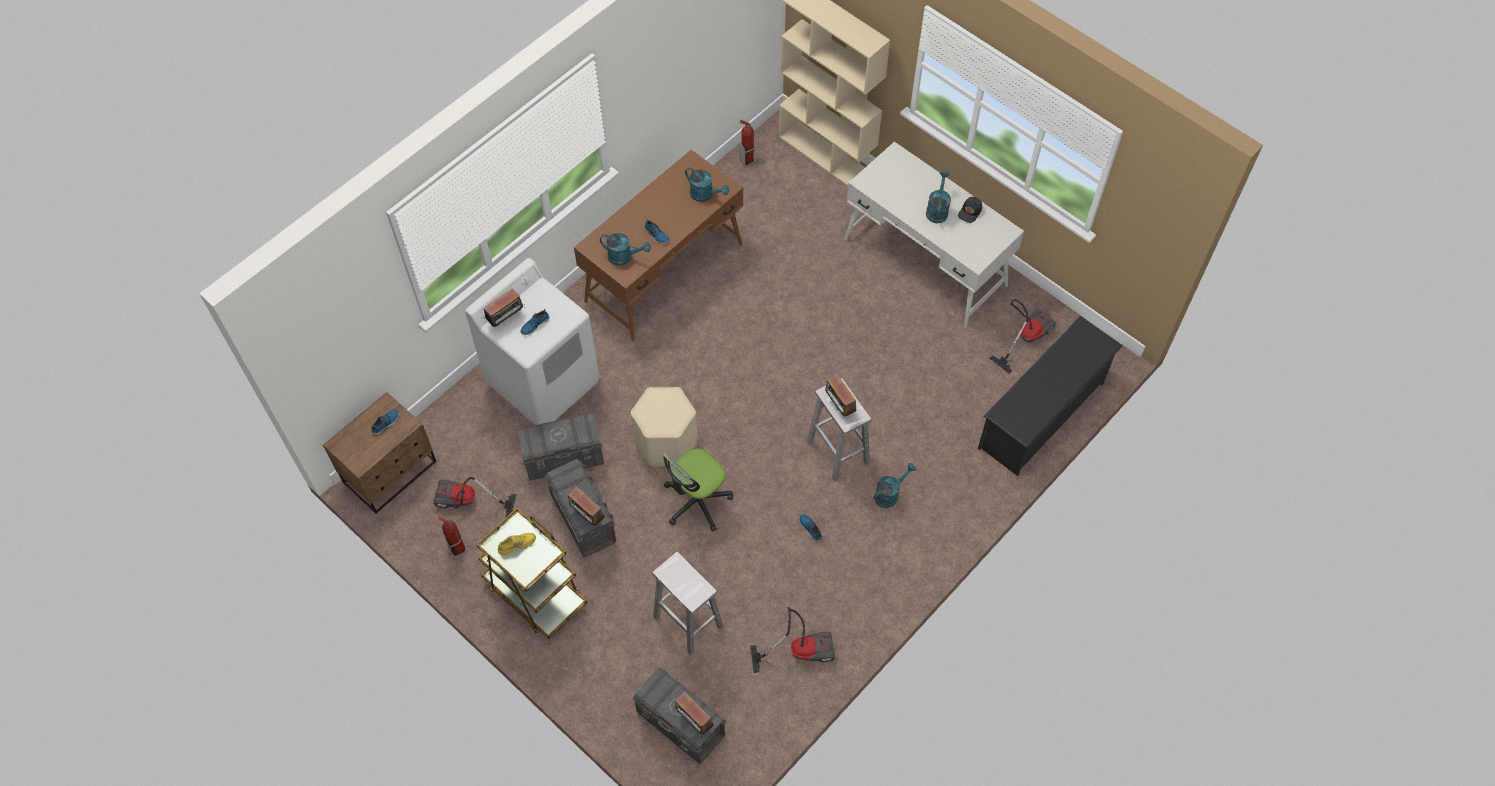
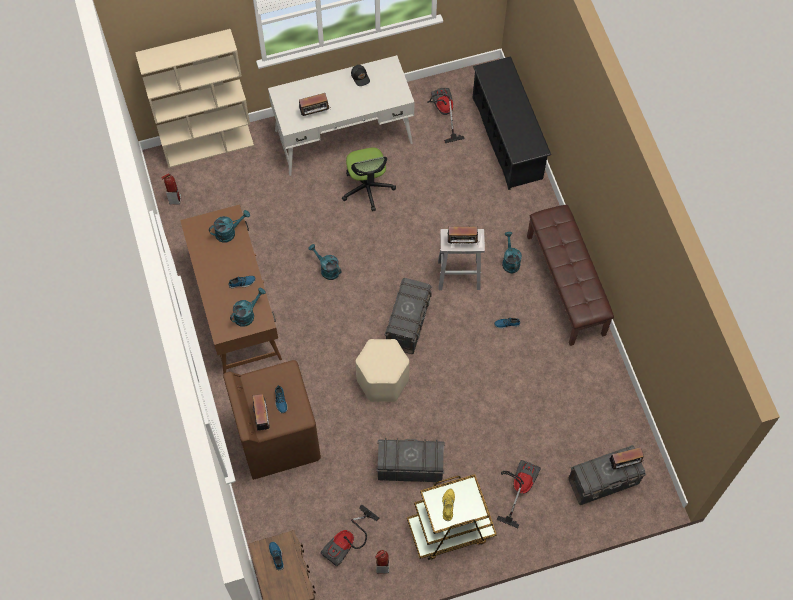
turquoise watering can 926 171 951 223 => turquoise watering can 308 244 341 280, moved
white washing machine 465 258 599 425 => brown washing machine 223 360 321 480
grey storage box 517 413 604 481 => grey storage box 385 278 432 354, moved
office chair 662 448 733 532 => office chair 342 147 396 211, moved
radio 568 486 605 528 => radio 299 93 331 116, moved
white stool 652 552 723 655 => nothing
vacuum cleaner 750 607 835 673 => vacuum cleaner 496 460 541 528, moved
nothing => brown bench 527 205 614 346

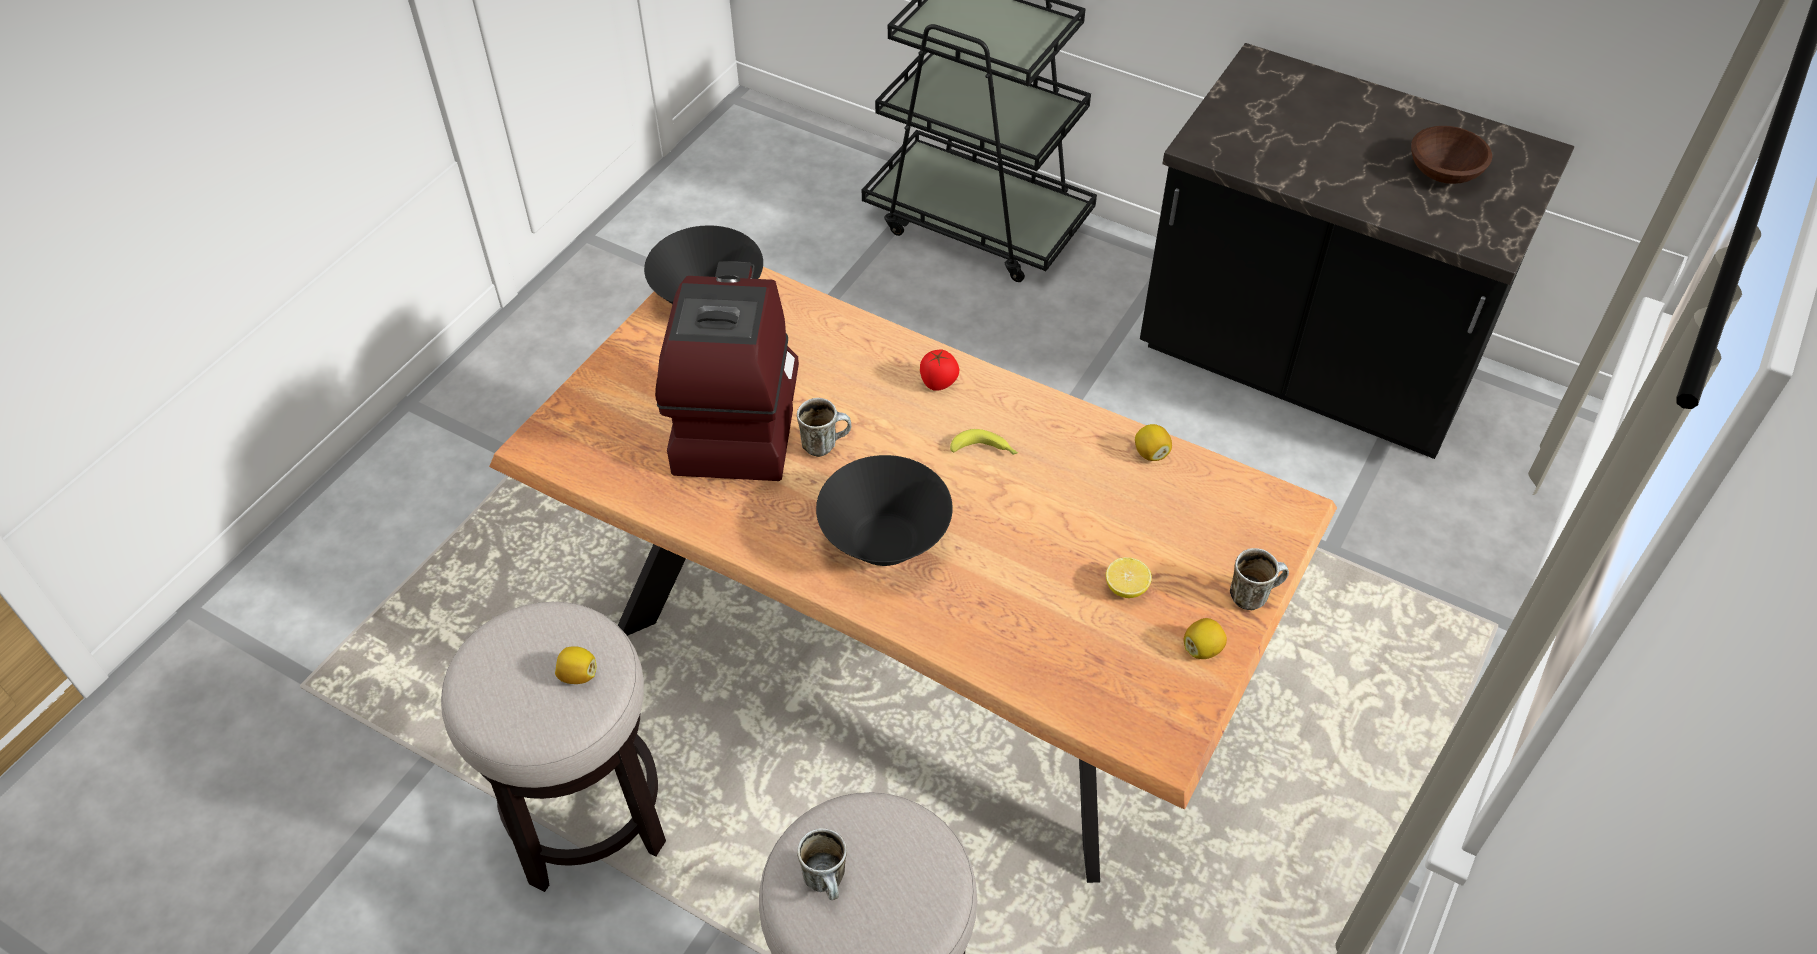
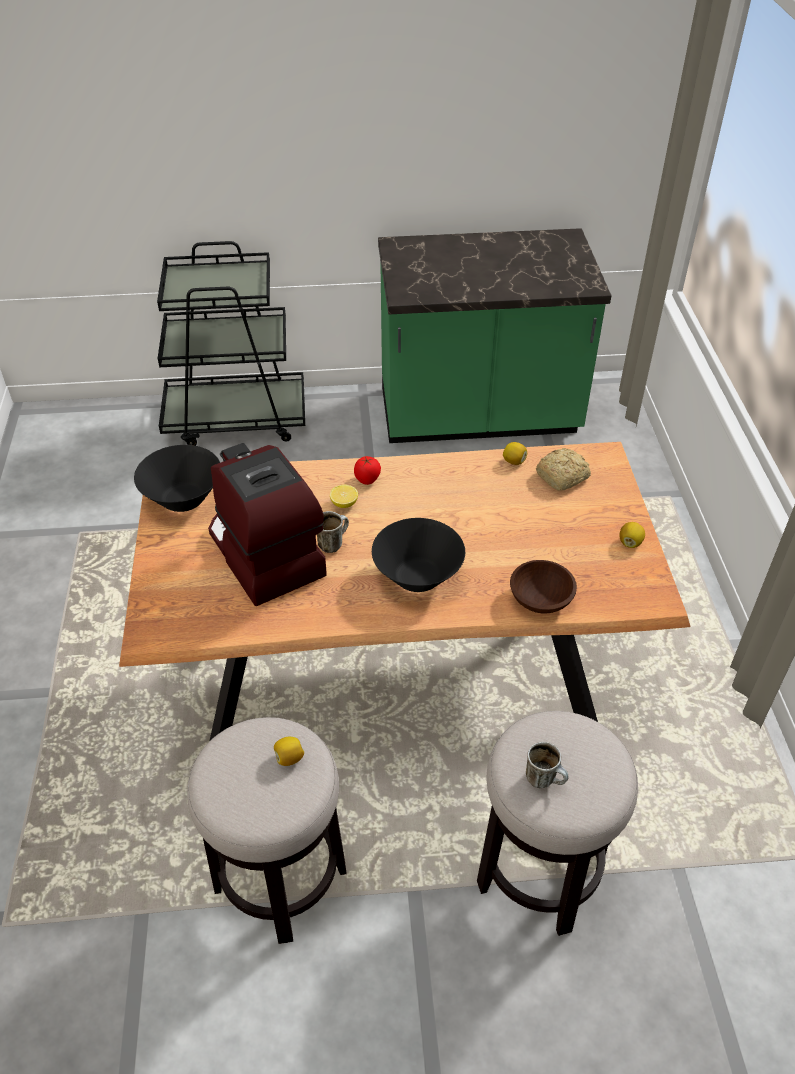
black counter 1140 43 1574 459 => green counter 378 228 611 443
brown bowl 1411 126 1492 184 => brown bowl 510 560 577 614, moved
banana 950 429 1018 455 => nothing
mug 1230 548 1289 610 => nothing
lemon 1106 557 1152 598 => lemon 330 485 358 508, moved
nothing => bread 536 448 591 491

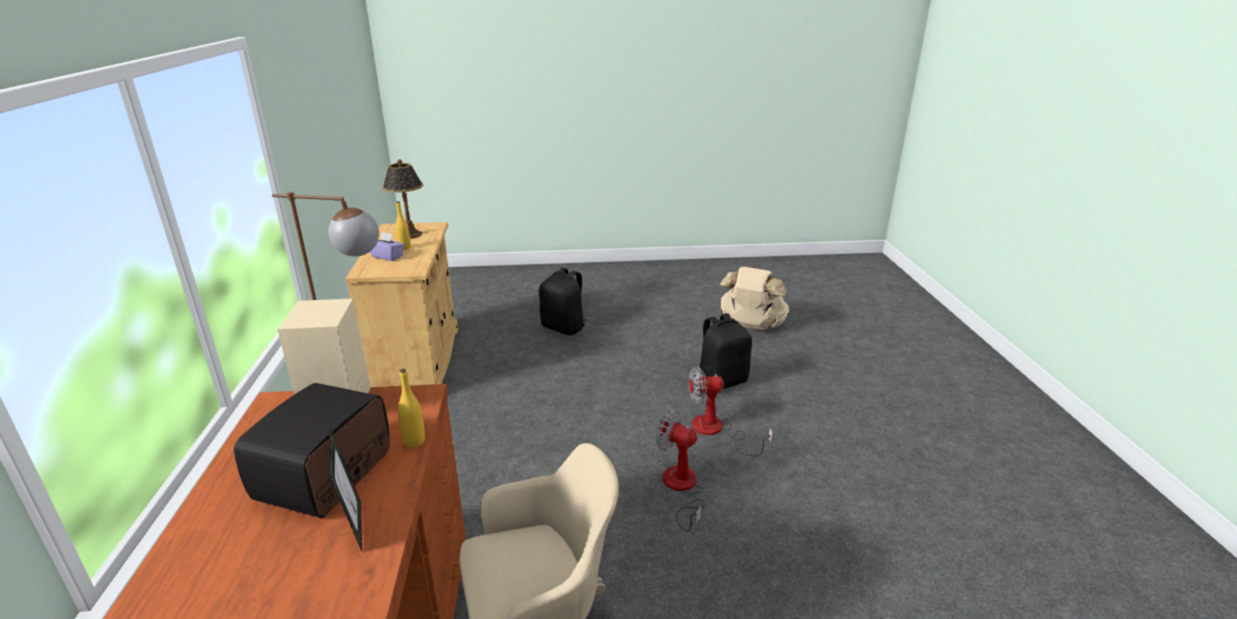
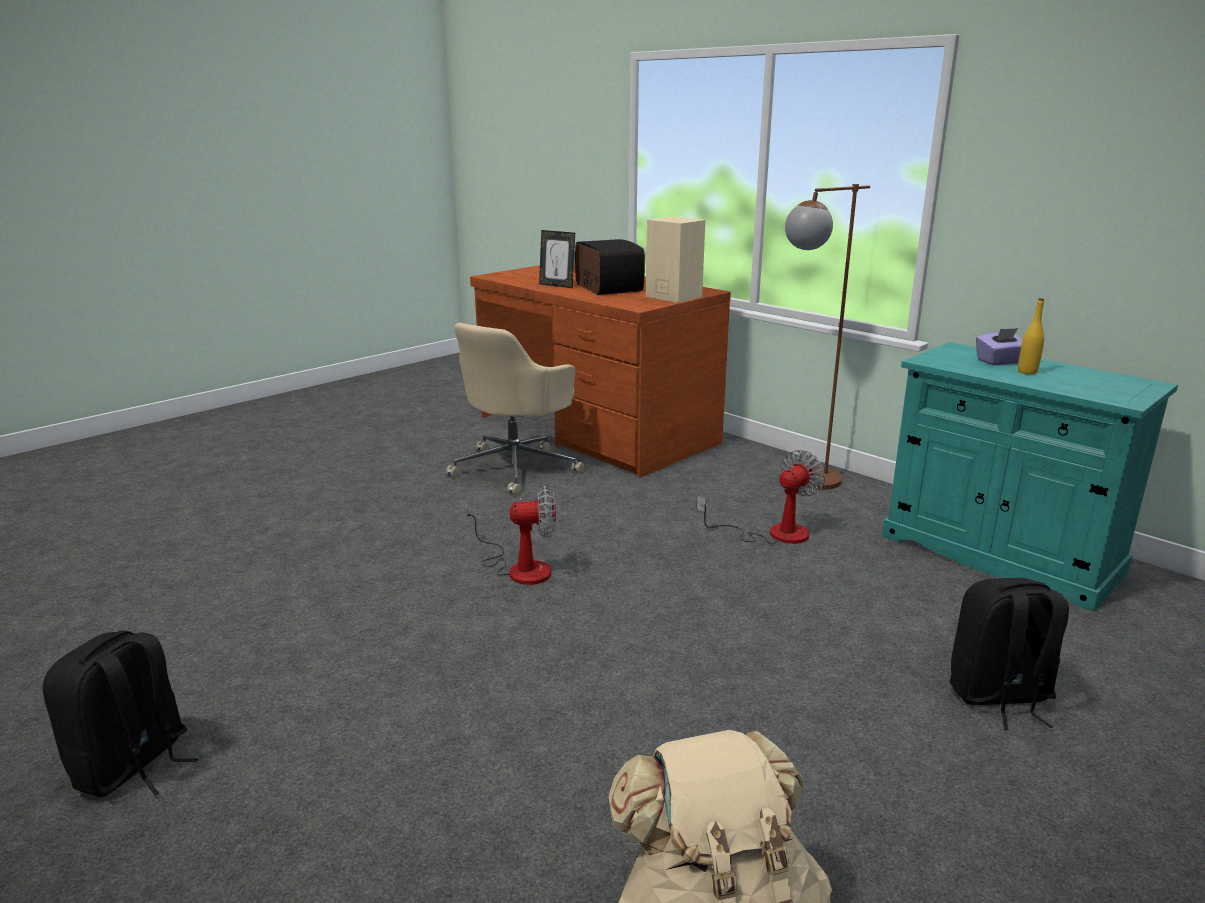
table lamp 382 159 423 239 => nothing
beige cabinet 345 222 458 387 => turquoise cabinet 882 342 1178 612
black backpack 697 313 752 389 => black backpack 43 630 198 797, moved
fan 689 366 773 457 => fan 697 450 825 544, moved
yellow bottle 398 369 425 447 => nothing

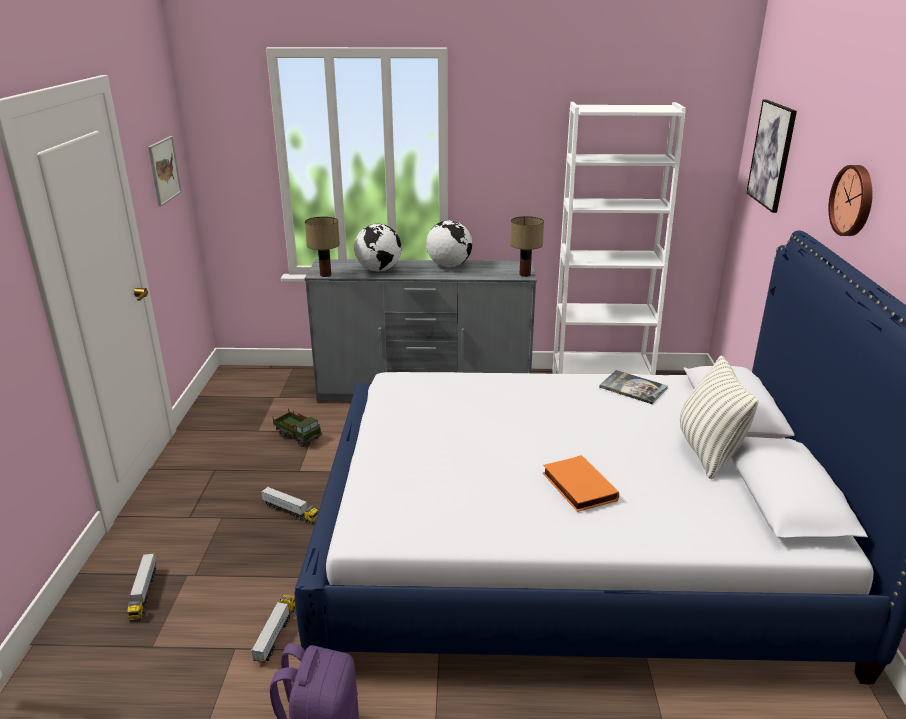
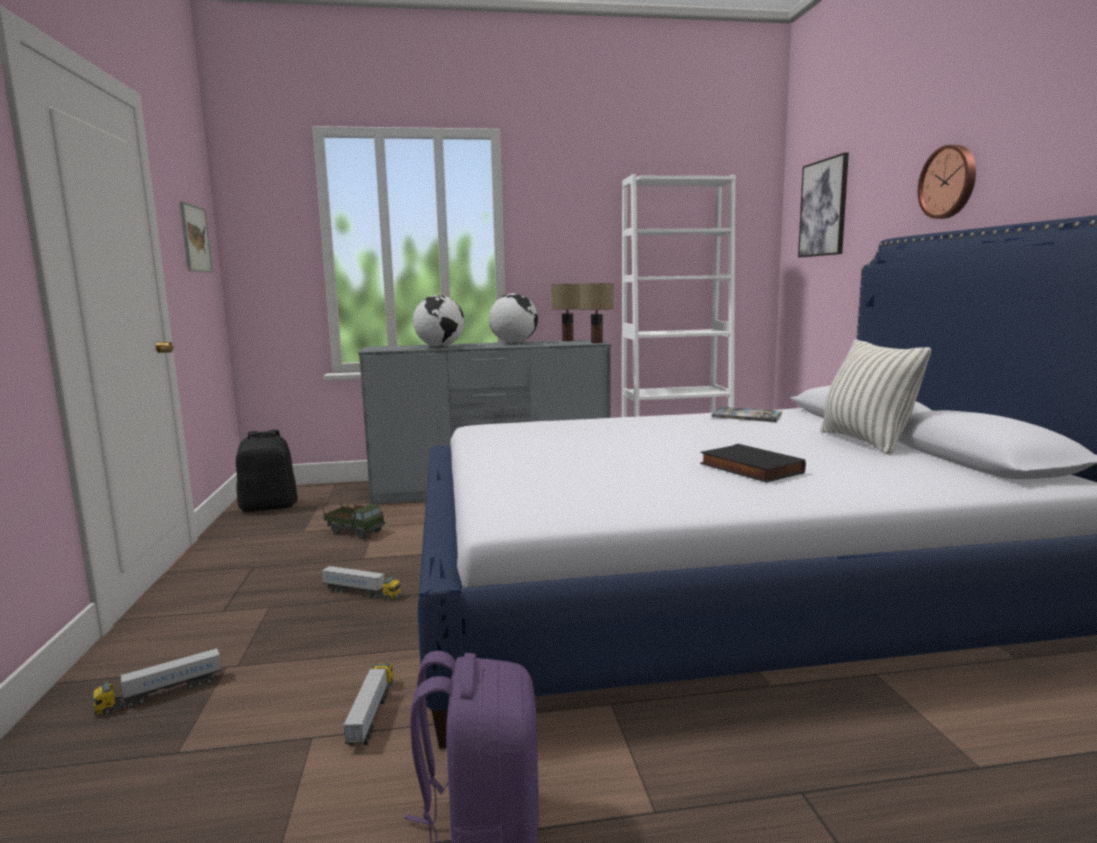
table lamp 305 217 340 277 => table lamp 551 284 580 341, moved
orange book 543 455 619 512 => black book 700 444 806 482
toy truck 127 553 156 622 => toy truck 93 648 222 716, 75 degrees clockwise
nothing => black backpack 236 430 298 512

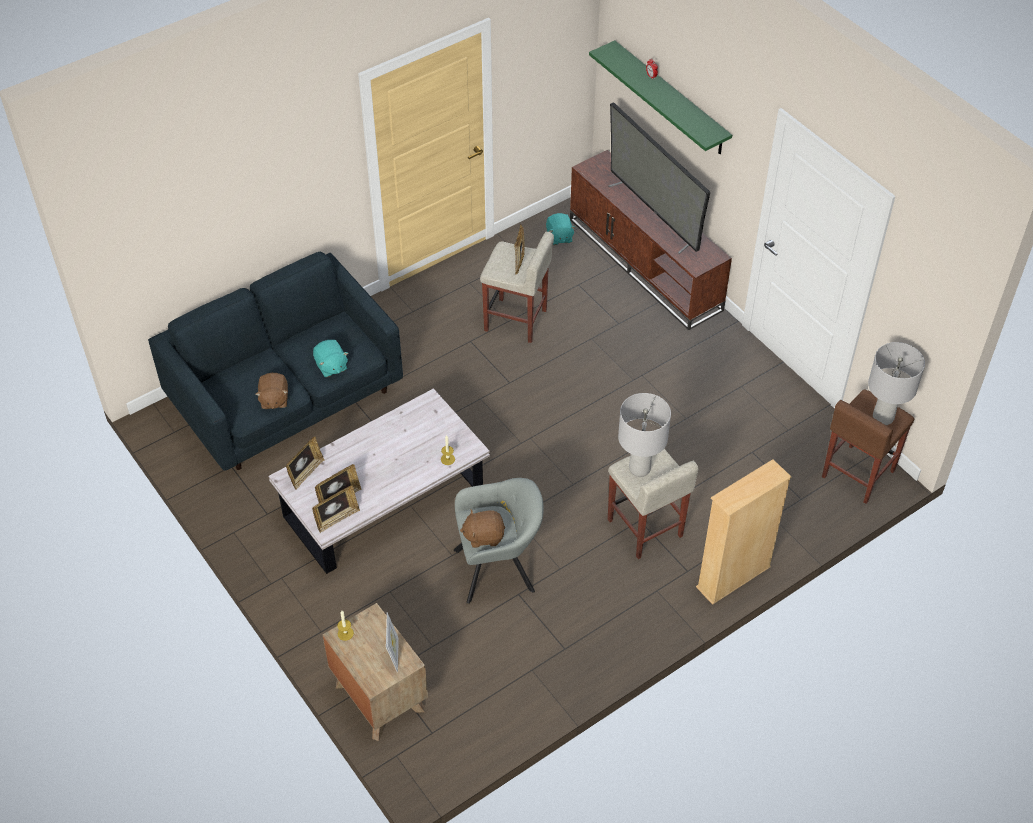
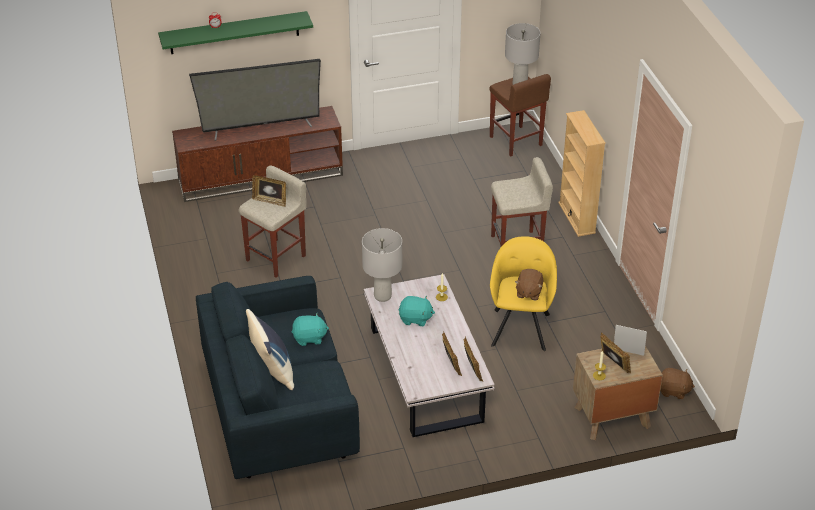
turquoise plush toy 546 213 576 245 => turquoise plush toy 399 296 435 326, moved
brown plush toy 255 373 288 409 => brown plush toy 660 368 695 400, moved
grey table lamp 618 393 671 477 => grey table lamp 362 228 402 302, moved
picture frame 286 437 325 490 => picture frame 600 332 631 373, moved
grey armchair 454 478 544 604 => yellow armchair 490 236 557 351
nothing => blue pillow 246 309 294 390

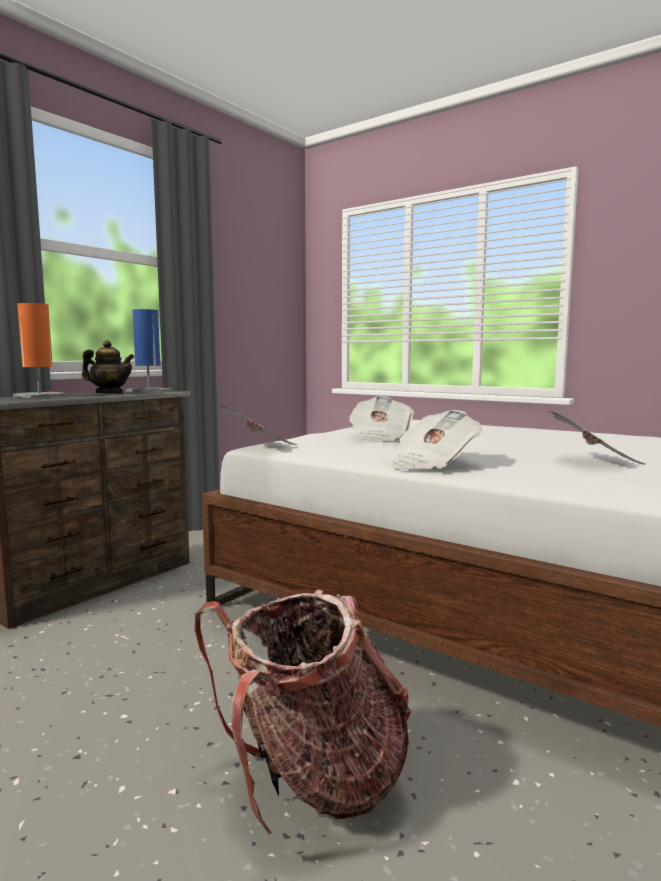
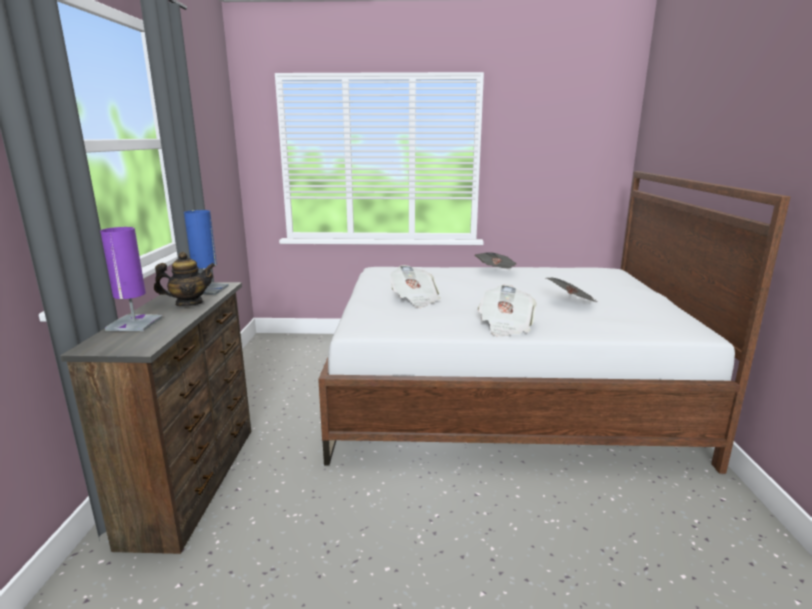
orange table lamp 13 303 67 398 => purple table lamp 100 227 163 331
newspaper 217 405 297 445 => newspaper 474 252 516 268, moved
backpack 195 589 411 836 => nothing

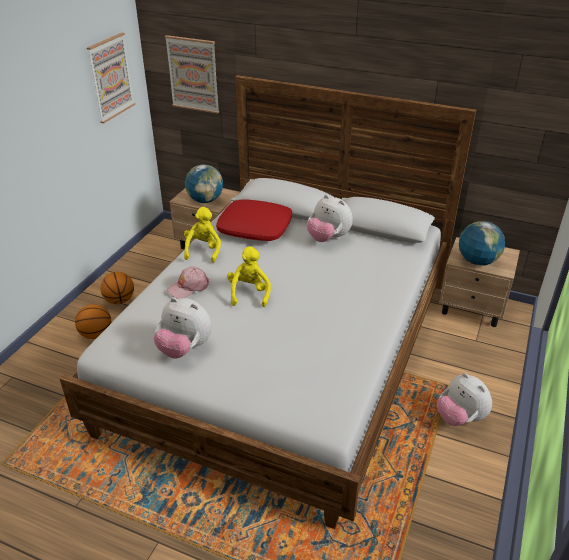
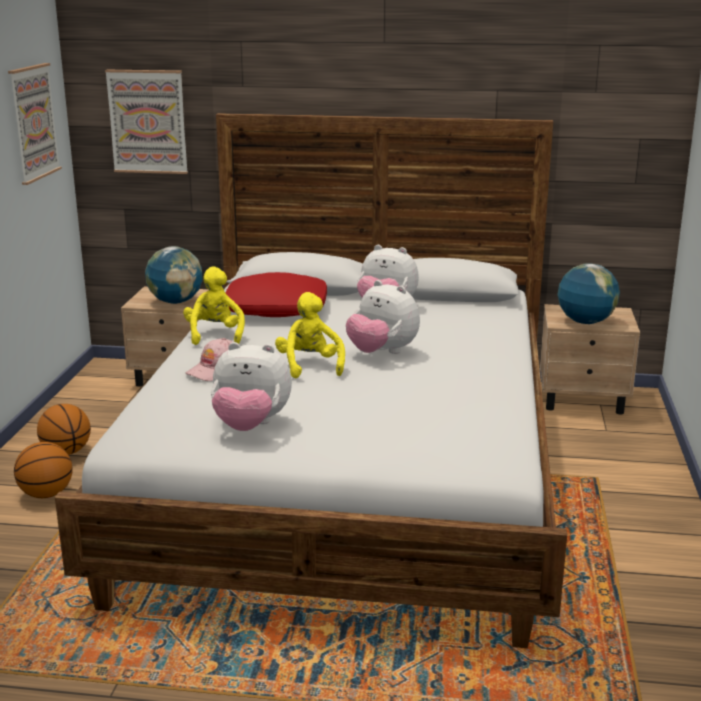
plush toy 437 373 492 426 => plush toy 346 280 420 354, moved

